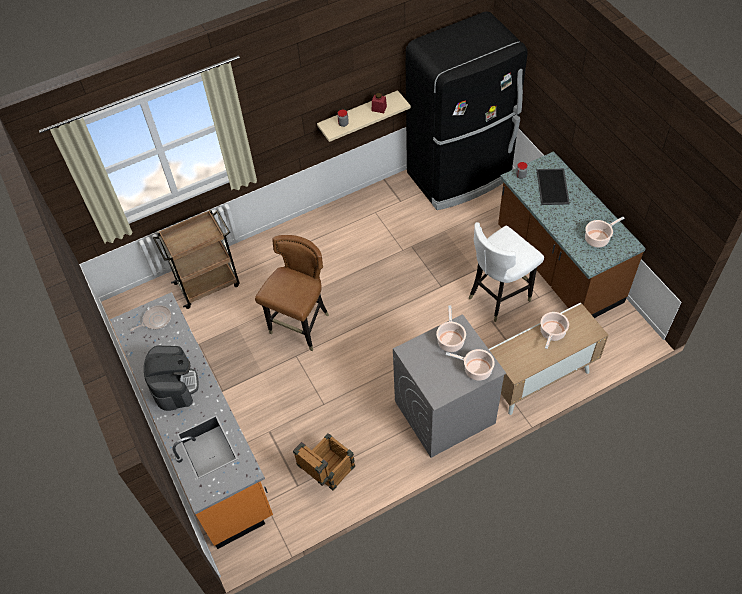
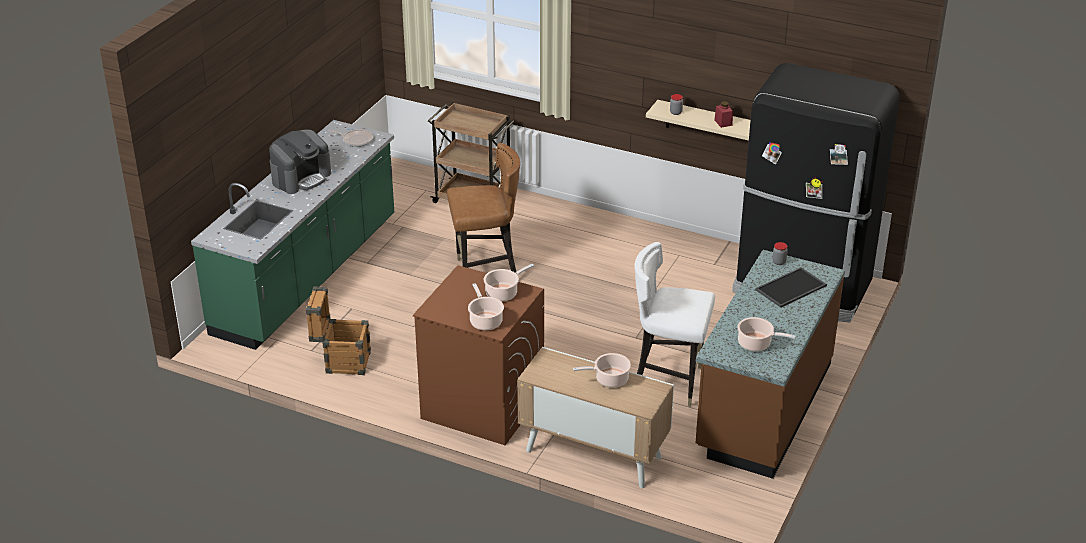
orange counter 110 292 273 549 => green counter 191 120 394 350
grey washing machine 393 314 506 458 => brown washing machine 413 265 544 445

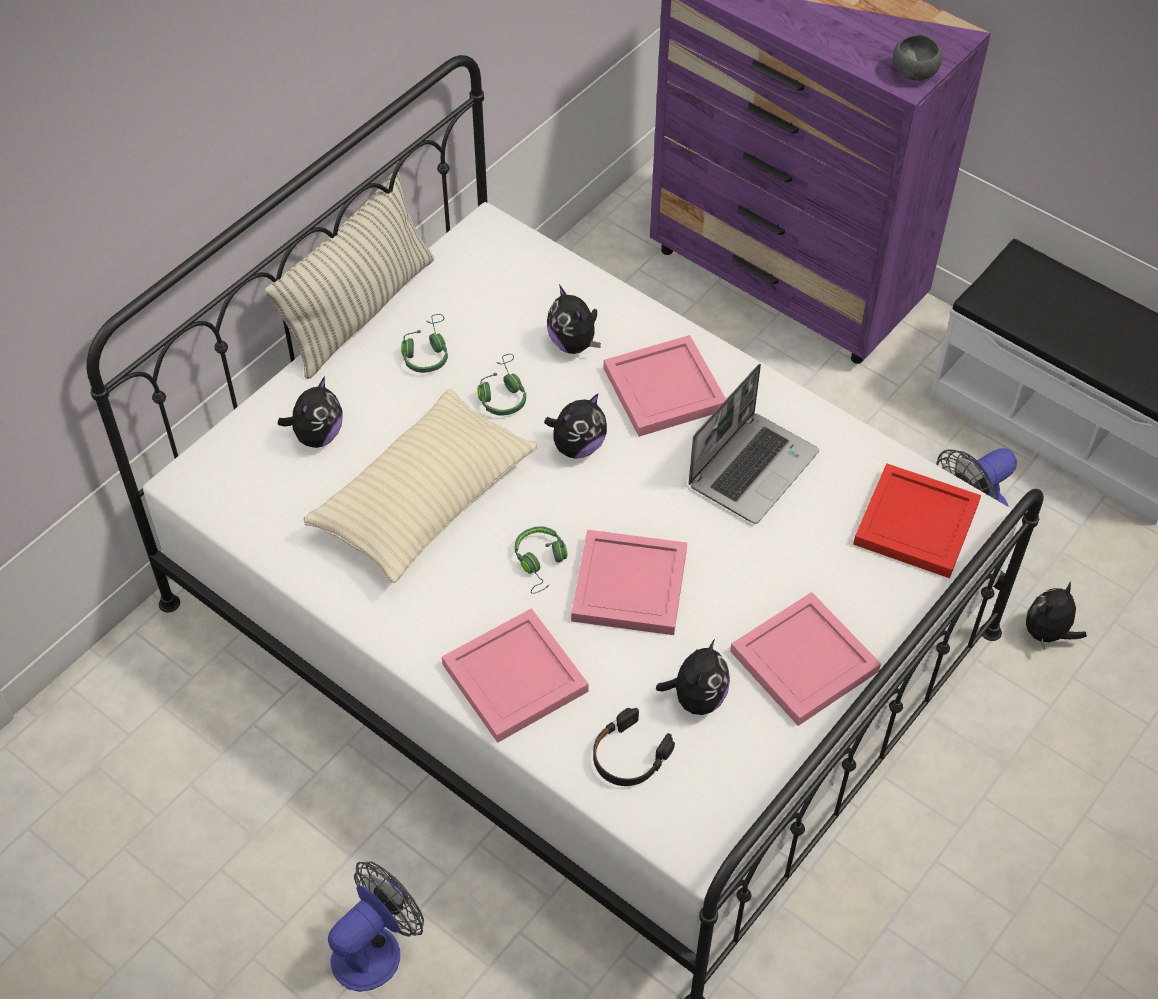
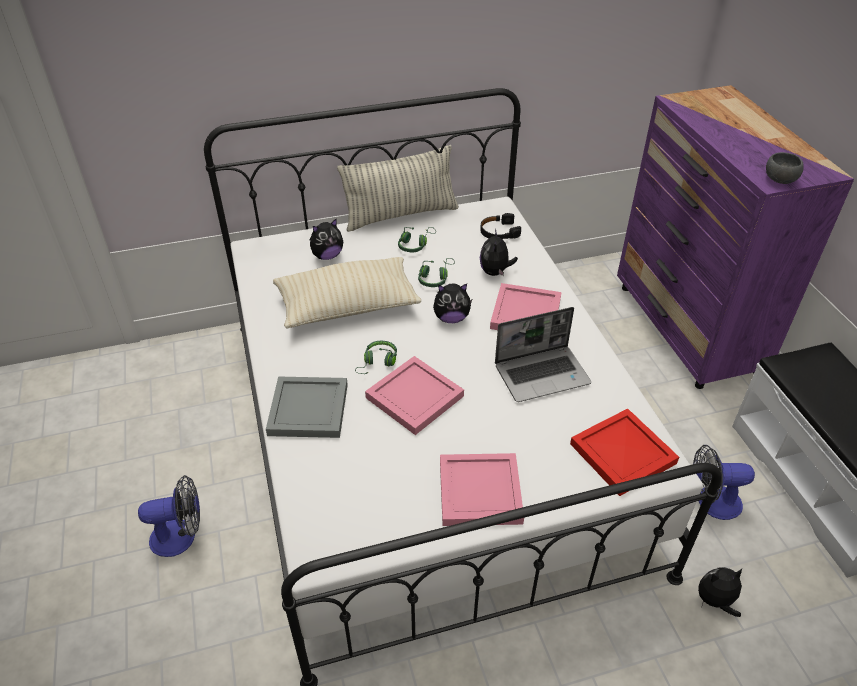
pink tray 442 608 589 743 => grey tray 266 376 348 438
plush toy 656 639 730 715 => nothing
black headphones 593 708 675 786 => black headphones 480 213 521 239, moved

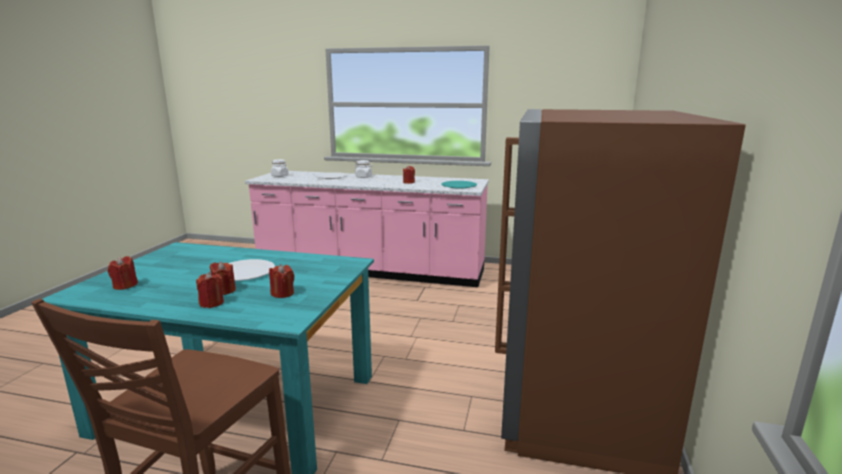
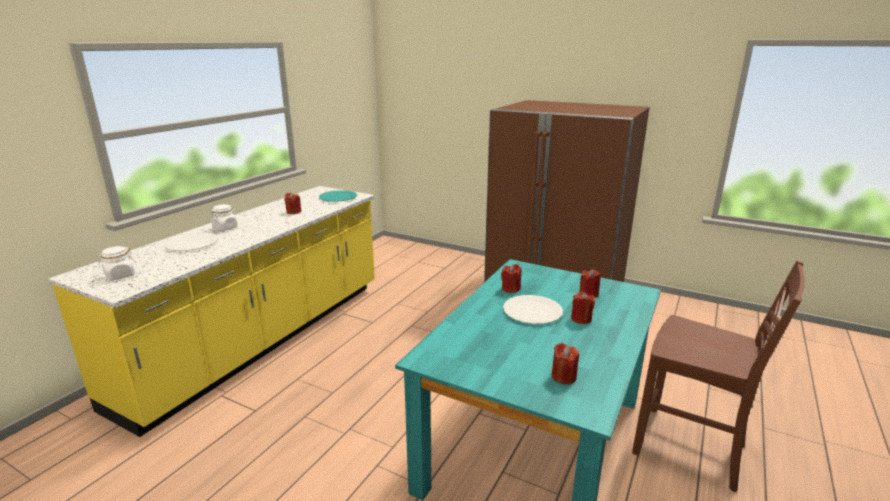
pink counter 245 171 489 287 => yellow counter 49 186 375 437
red candle 196 272 224 308 => red candle 501 264 521 293, moved

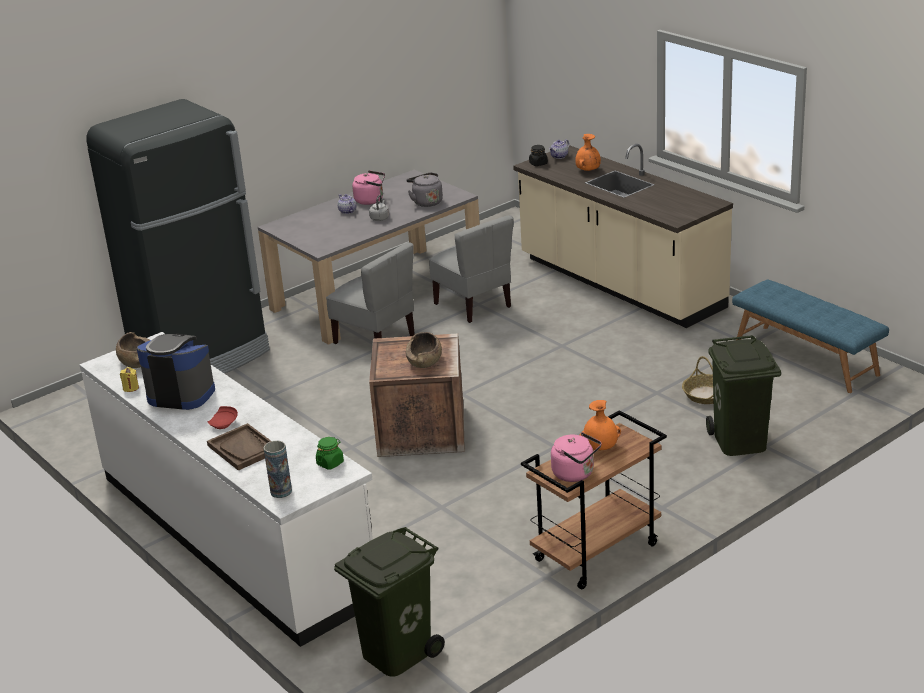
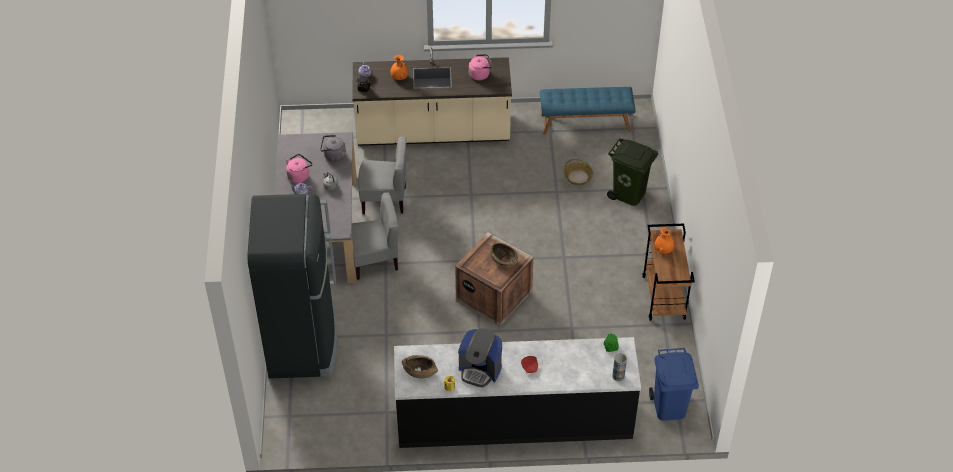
white counter 80 332 373 647 => black counter 394 337 641 448
coffee machine 137 334 215 410 => coffee machine 458 328 502 387, 120 degrees counterclockwise
brown tray 207 423 271 471 => nothing
pink kettle 551 432 602 482 => pink kettle 469 54 493 80, moved
green trash can 334 527 445 677 => blue trash can 649 348 699 421

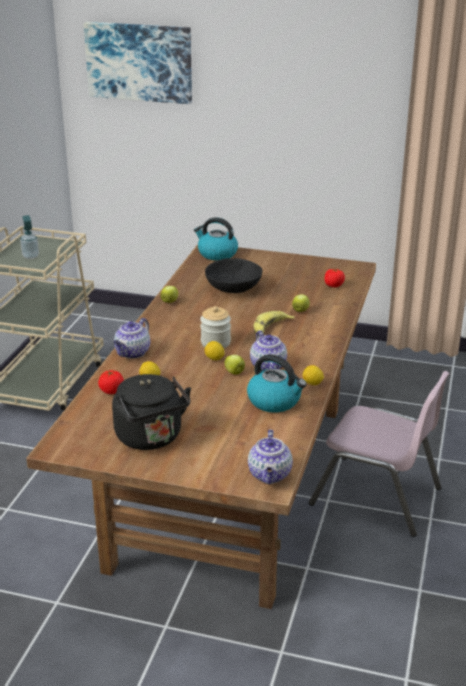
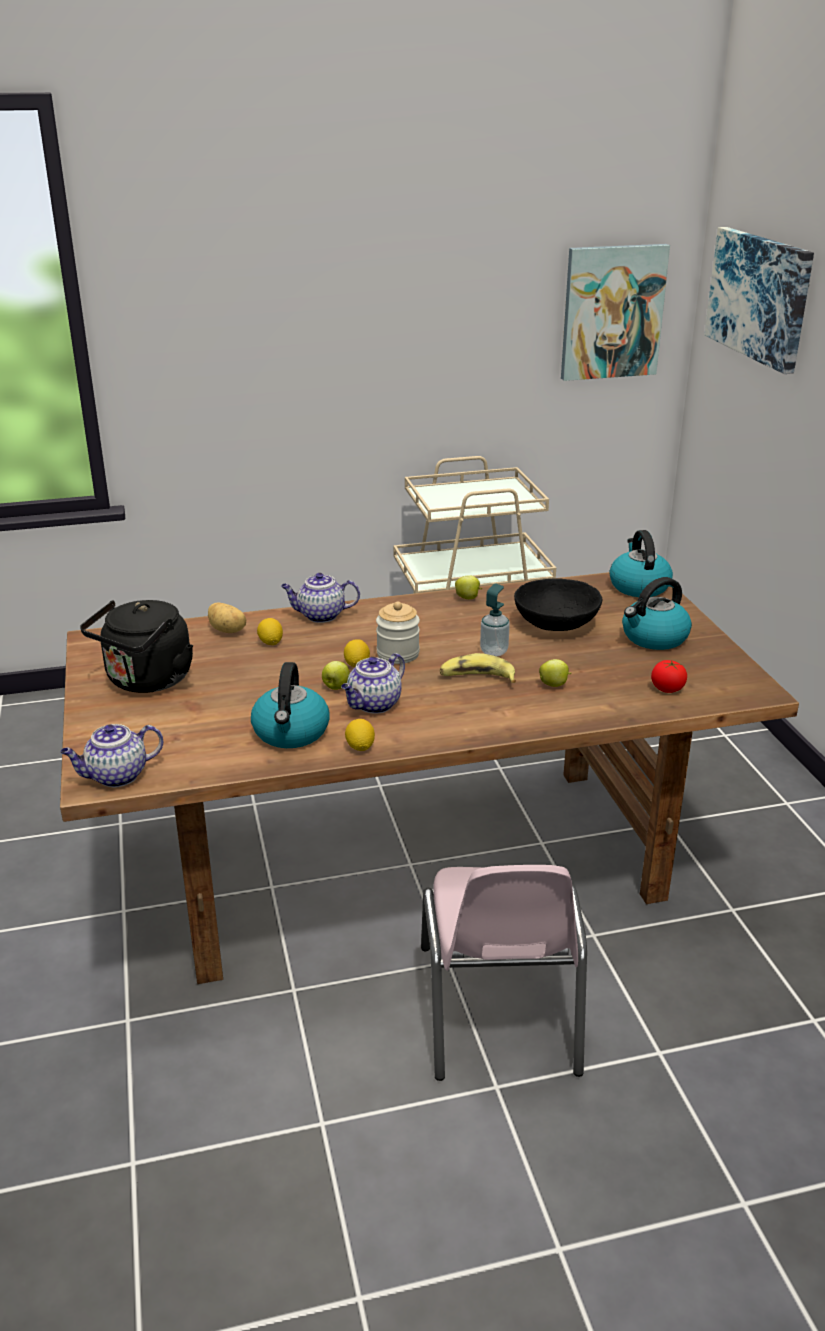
soap dispenser 20 215 39 259 => soap dispenser 480 584 510 656, moved
tomato 98 370 124 394 => potato 208 602 246 633
nothing => picture 561 244 670 381
nothing => kettle 622 577 692 650

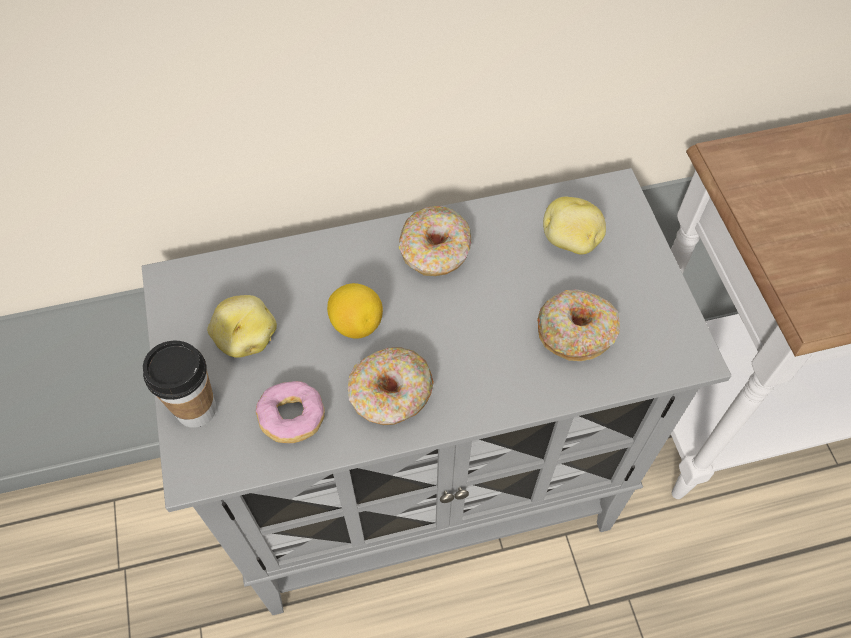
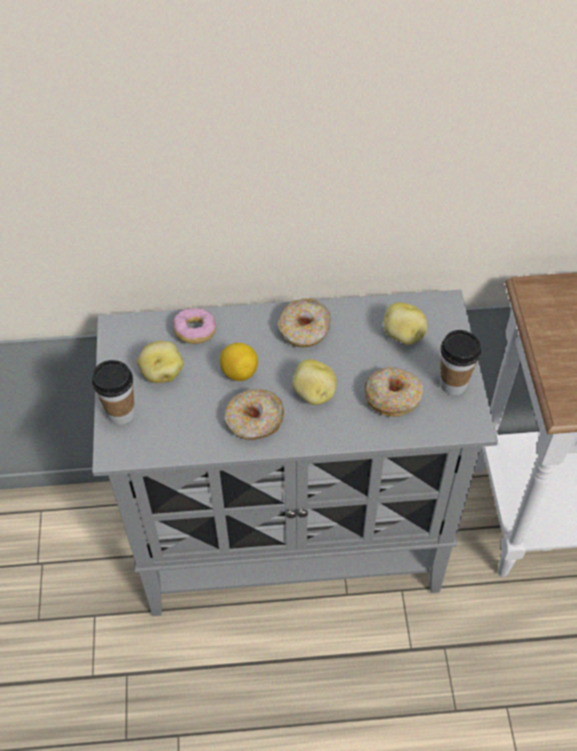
donut 256 381 325 443 => donut 173 308 216 344, moved
nothing => cup 440 330 481 395
nothing => potato 292 359 337 405

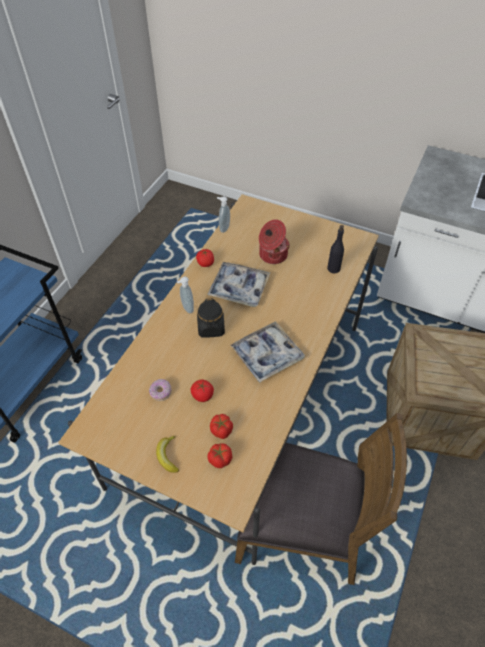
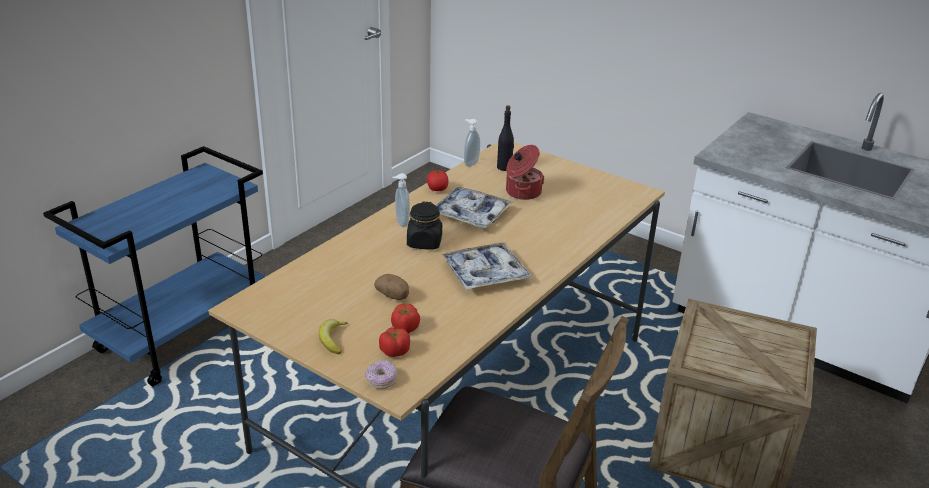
black bottle 327 225 344 273 => black bottle 497 105 514 171, moved
donut 149 379 172 401 => donut 365 360 398 389, moved
tomato 191 379 214 402 => potato 374 274 409 300

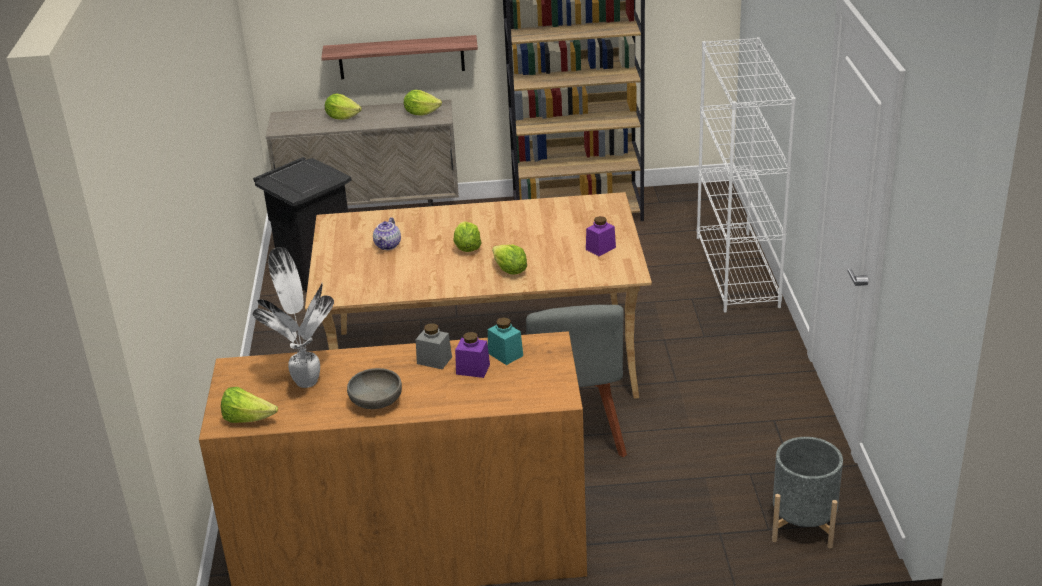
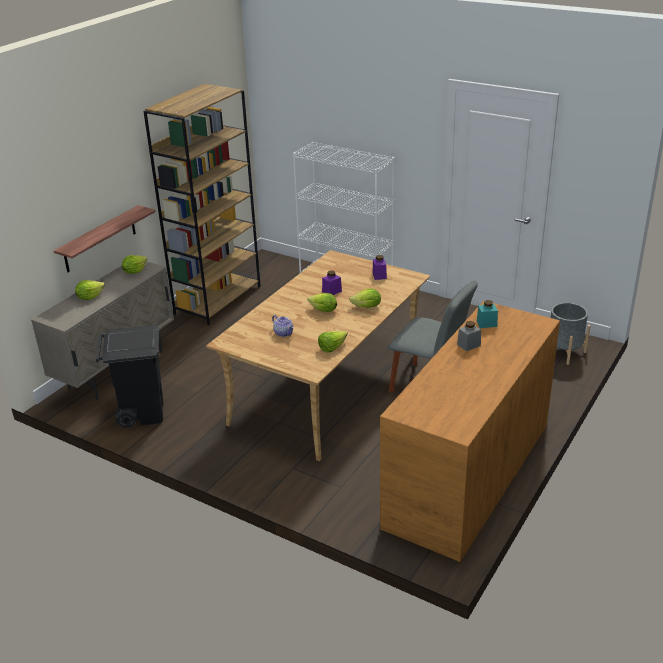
potted plant 252 247 334 388 => nothing
purple jar 455 332 490 378 => purple jar 322 270 342 295, moved
grey bowl 347 368 402 409 => nothing
lettuce 221 387 278 423 => lettuce 318 331 348 353, moved

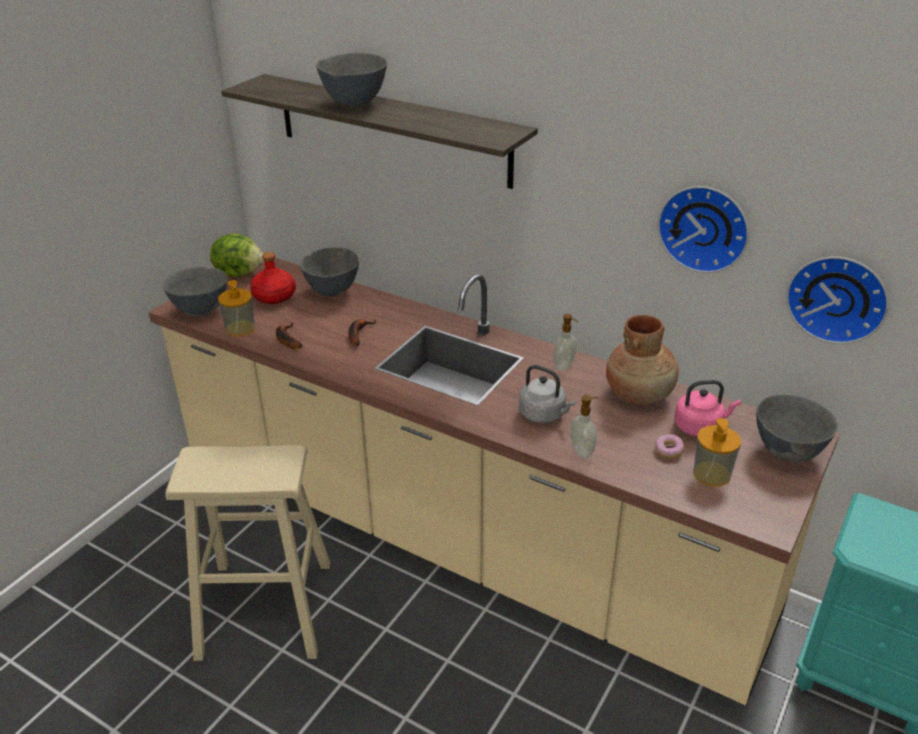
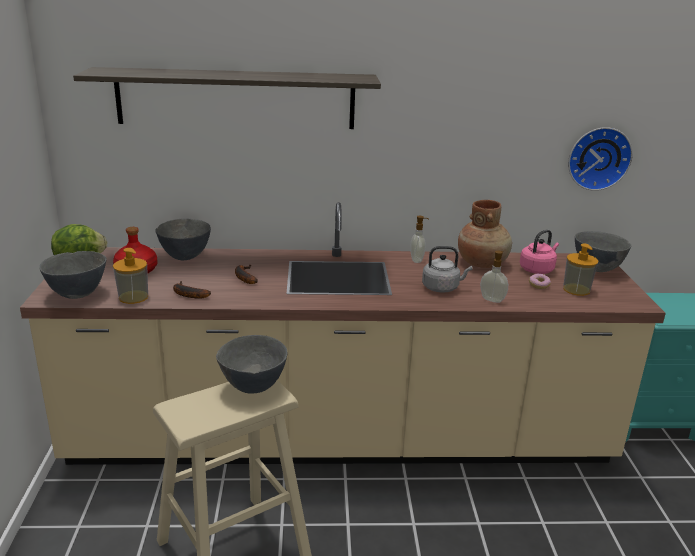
grey bowl 316 53 387 107 => grey bowl 216 335 287 394, moved
wall clock 658 186 749 273 => nothing

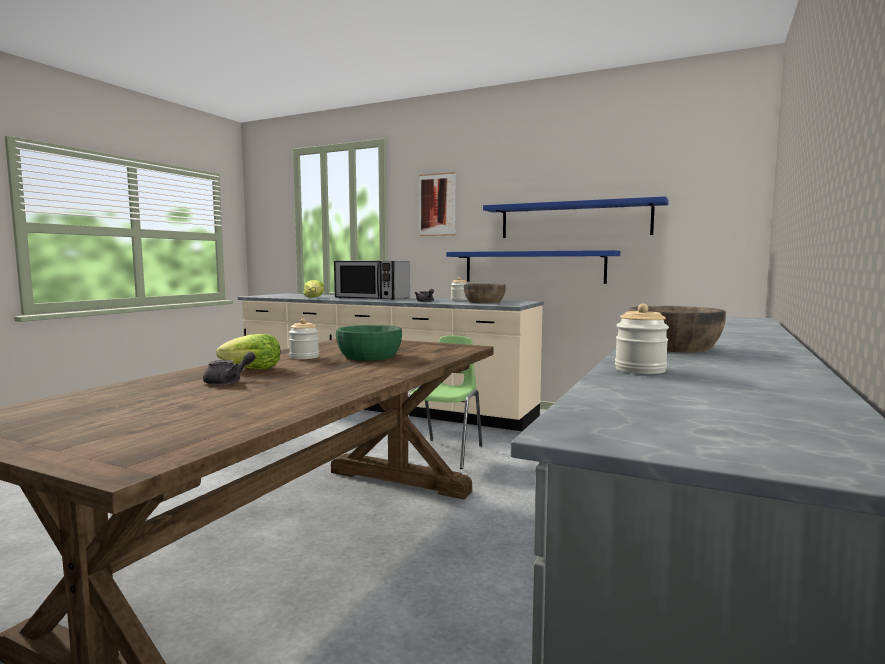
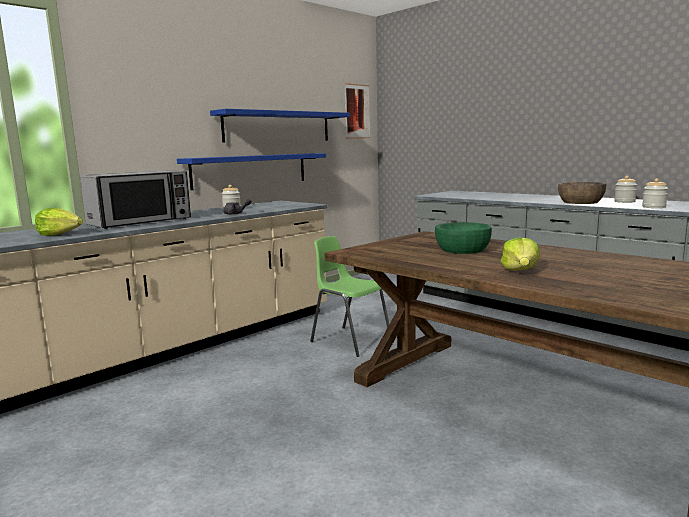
picture 419 172 456 236 => picture 345 83 370 139, moved
brown bowl 464 284 506 303 => nothing
jar 289 319 319 359 => jar 614 176 637 203, moved
grey teapot 203 352 256 385 => nothing

